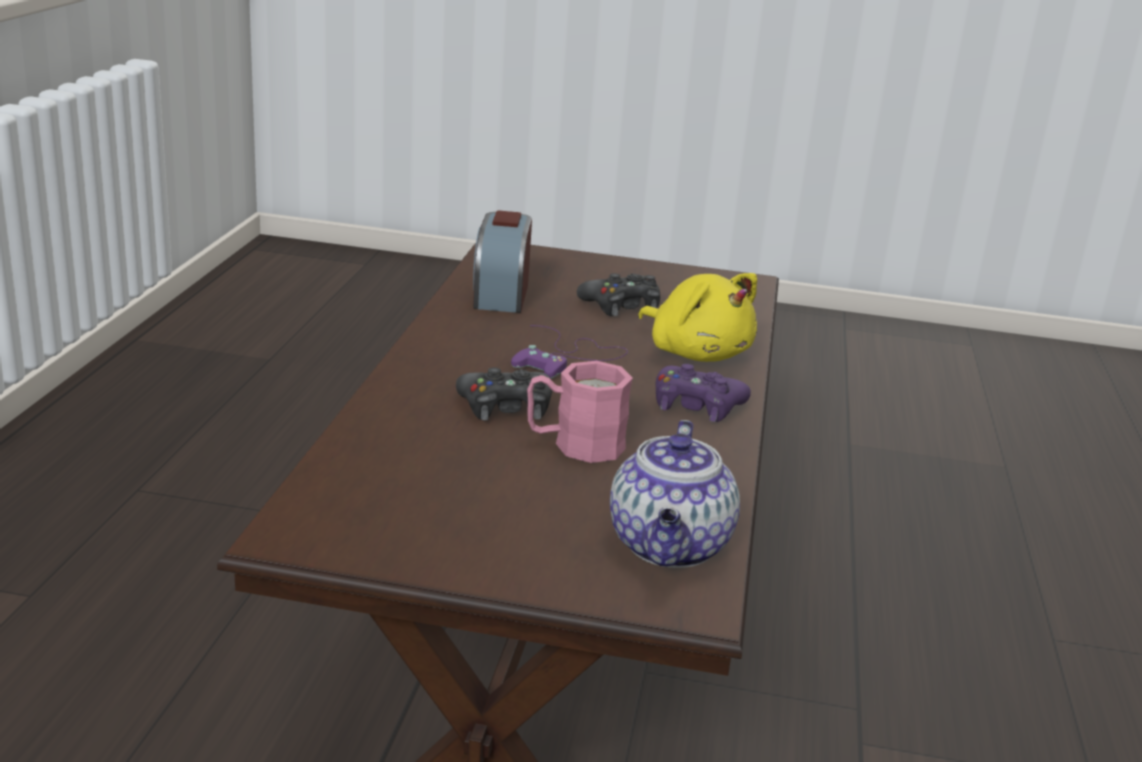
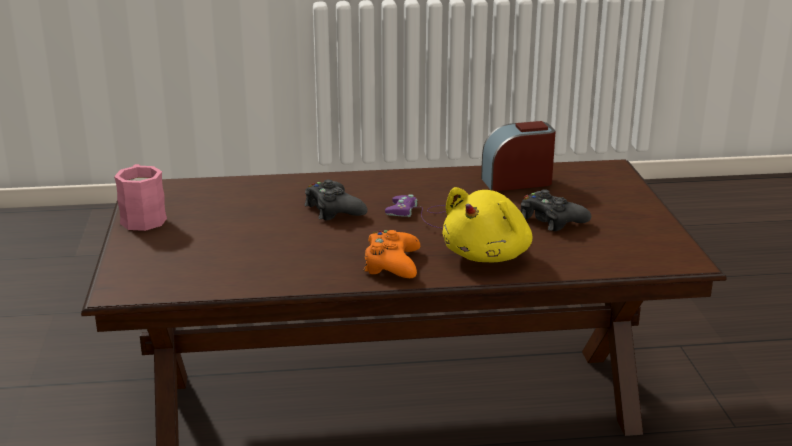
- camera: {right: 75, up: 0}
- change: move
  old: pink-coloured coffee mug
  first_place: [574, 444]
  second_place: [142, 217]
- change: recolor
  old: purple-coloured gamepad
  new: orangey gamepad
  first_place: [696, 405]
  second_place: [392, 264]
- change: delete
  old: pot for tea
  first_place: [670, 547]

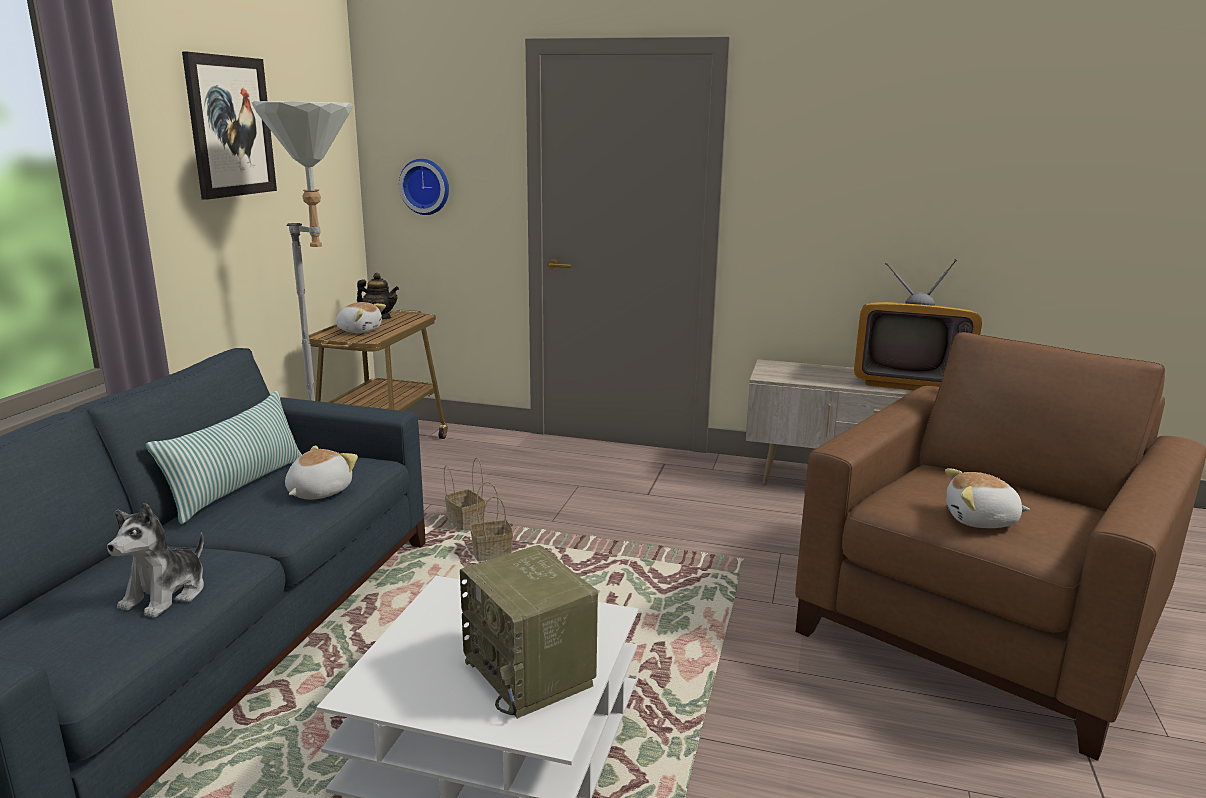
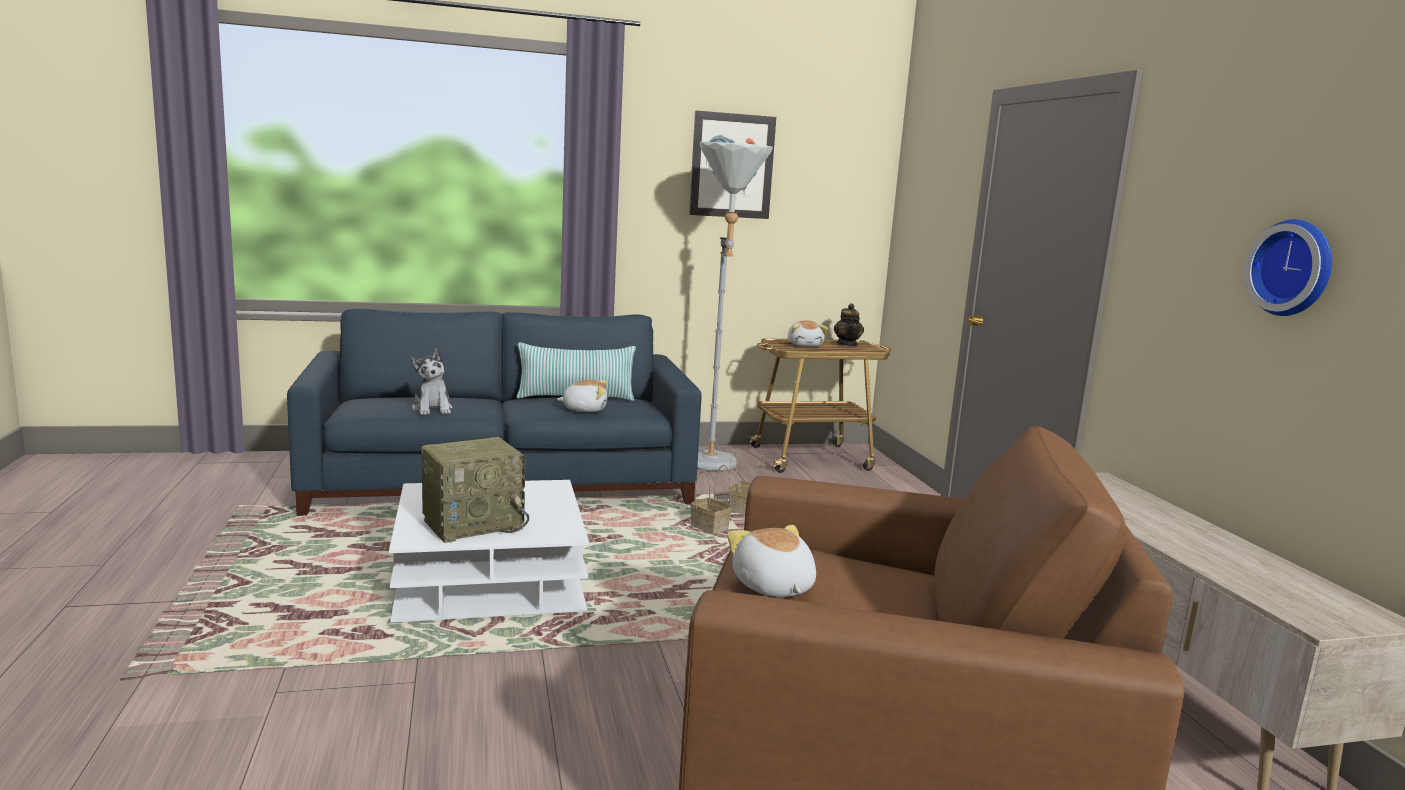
- camera: {right: 60, up: -5}
- change: move
  old: clock on the wall
  first_place: [426, 186]
  second_place: [1294, 268]
- change: delete
  old: TV set
  first_place: [909, 381]
- change: rotate
  old: plush toy
  first_place: [166, 594]
  second_place: [432, 409]
  degrees: -105
- change: rotate
  old: radio receiver
  first_place: [531, 673]
  second_place: [474, 524]
  degrees: -150

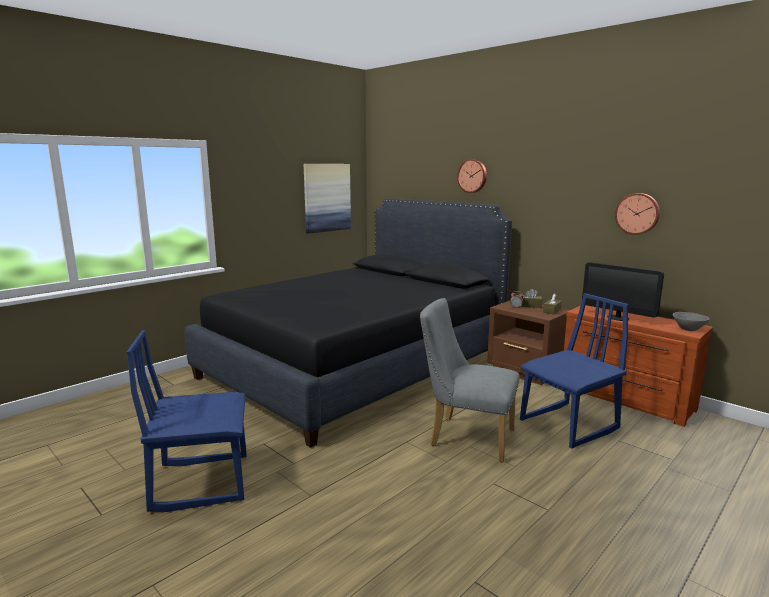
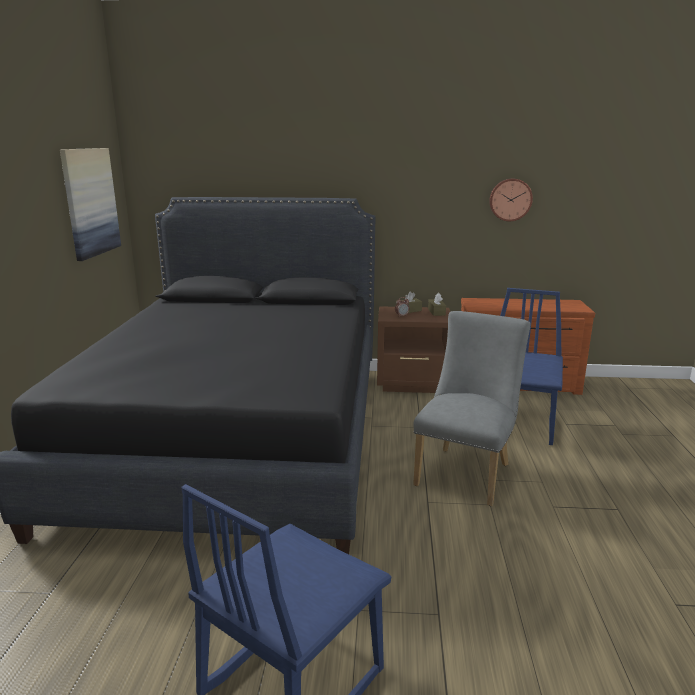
- camera: {right: -40, up: 5}
- change: delete
  old: clock on the wall
  first_place: [472, 176]
- change: delete
  old: computer screen
  first_place: [618, 318]
- change: rotate
  old: gray upright chair
  first_place: [465, 437]
  second_place: [466, 471]
  degrees: 135
- change: delete
  old: gray deep dish
  first_place: [688, 329]

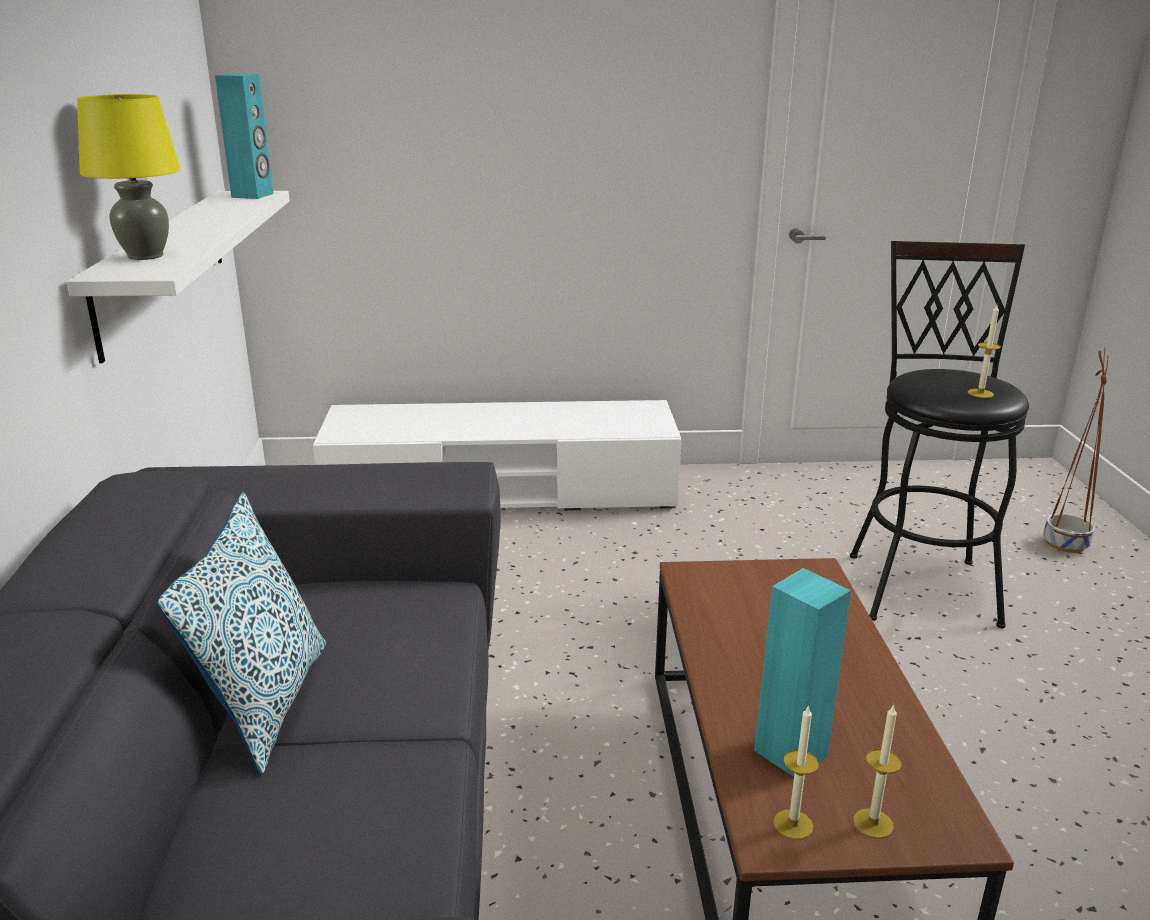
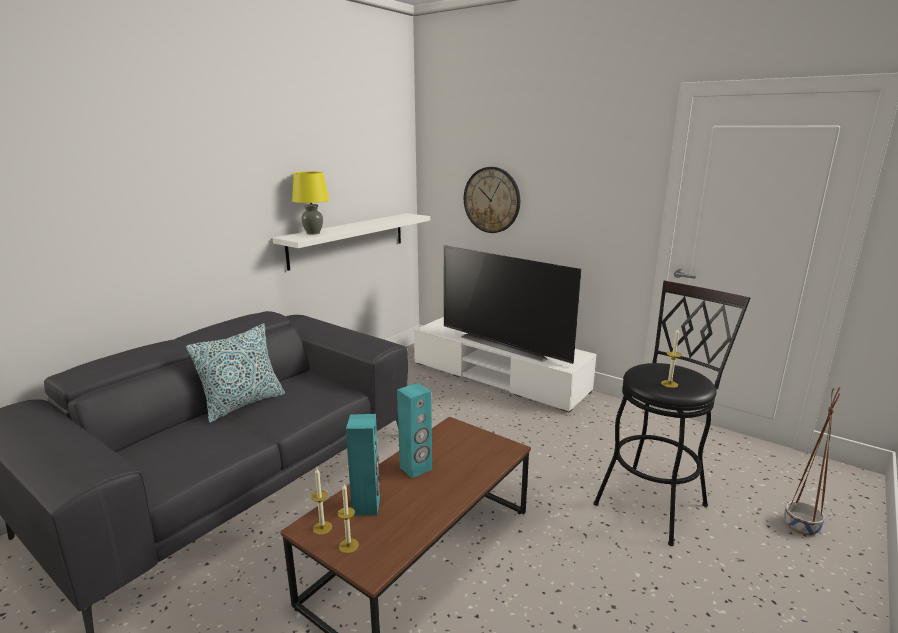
- camera: {right: 40, up: -5}
- change: move
  old: blue-green loudspeaker
  first_place: [253, 195]
  second_place: [416, 468]
- change: insert
  new: clock on the wall
  second_place: [492, 200]
- change: insert
  new: TV set
  second_place: [506, 344]

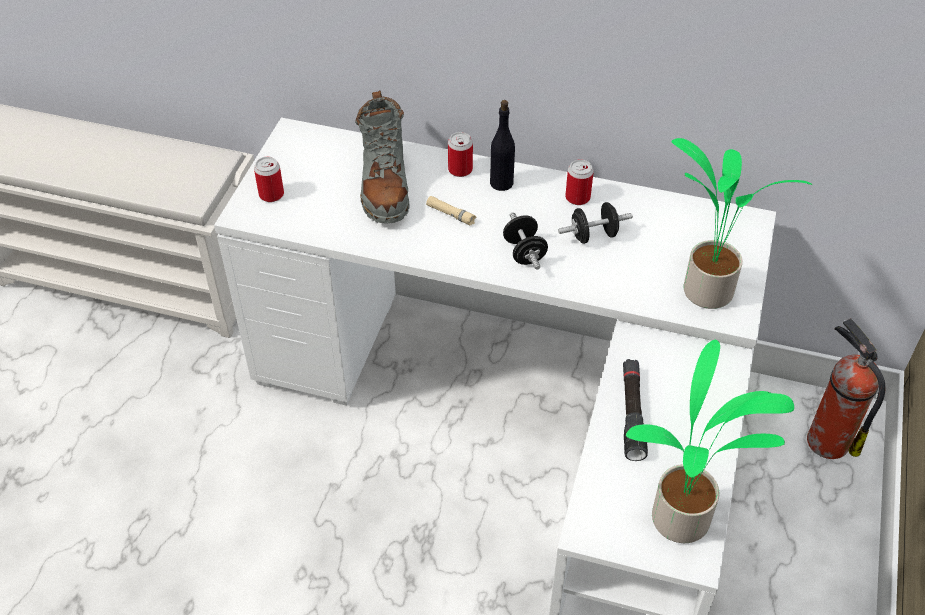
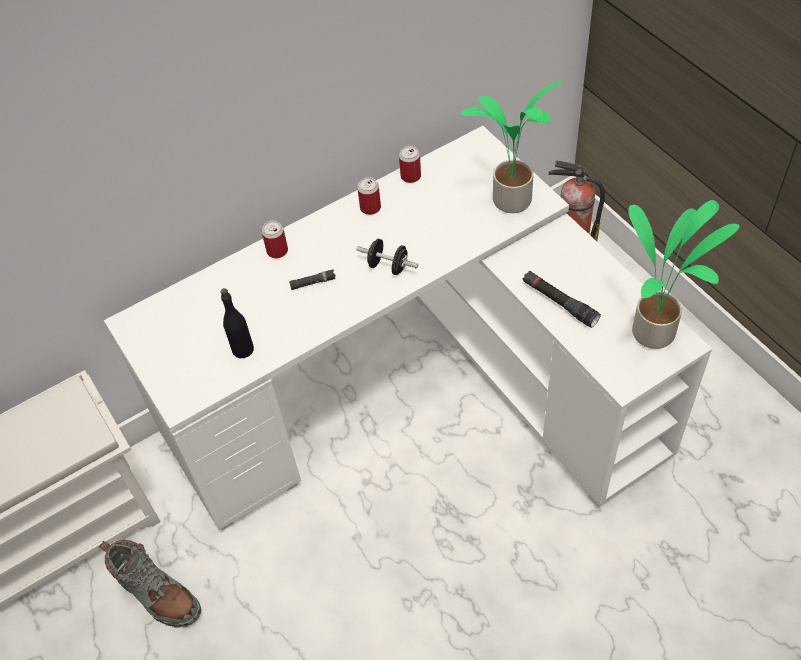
- camera: {right: -45, up: 5}
- change: move
  old: gray boot
  first_place: [384, 186]
  second_place: [158, 594]
- change: move
  old: black beverage bottle
  first_place: [501, 183]
  second_place: [242, 349]
- change: move
  old: metal can
  first_place: [271, 194]
  second_place: [410, 176]
- change: recolor
  old: beige flashlight
  new: black flashlight
  first_place: [451, 214]
  second_place: [313, 282]
- change: delete
  old: black dumbbell
  first_place: [593, 235]

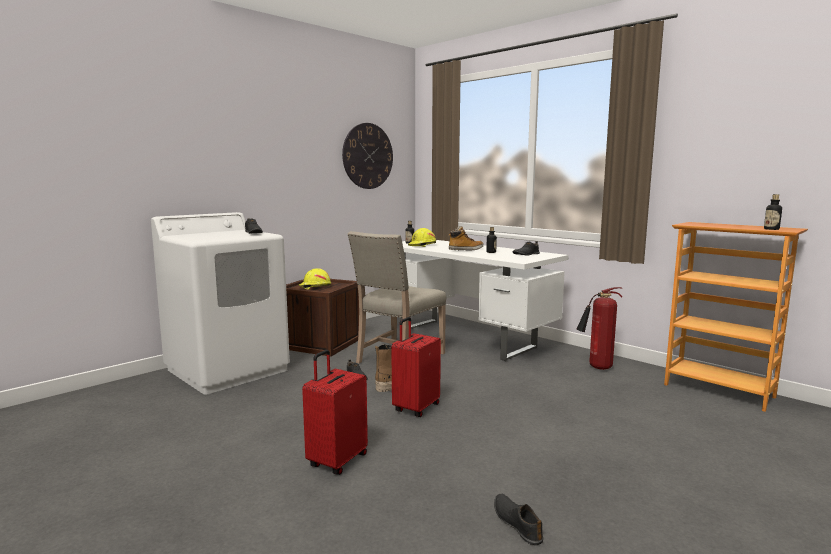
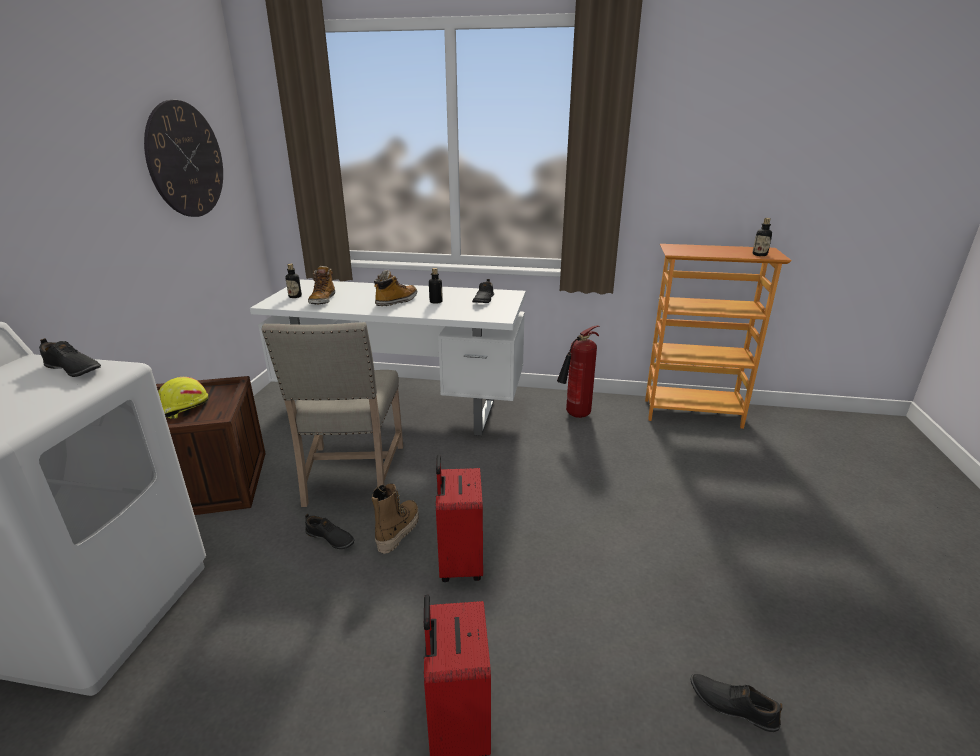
- camera: {right: -35, up: 15}
- change: replace
  old: yellow safety helmet
  new: boot
  first_place: [422, 245]
  second_place: [322, 300]

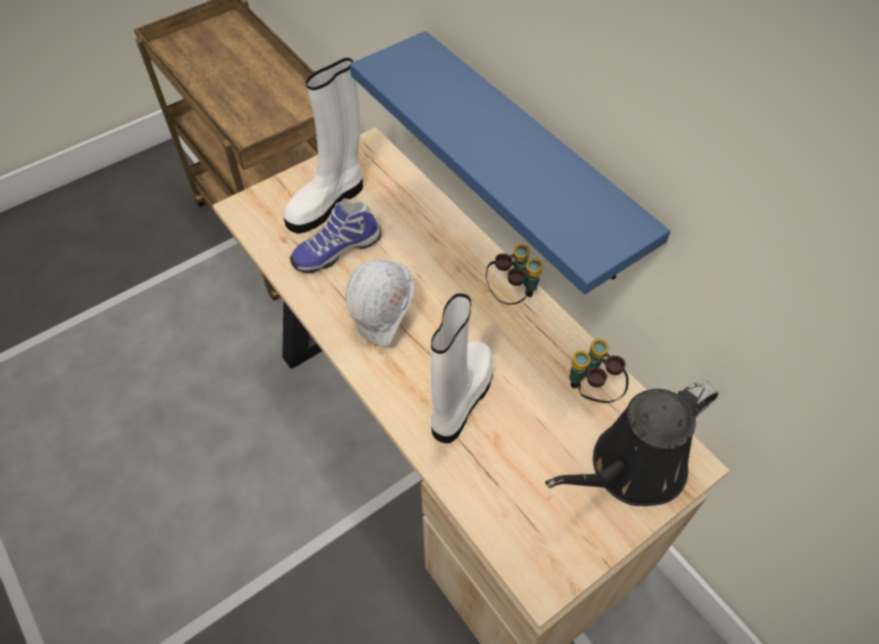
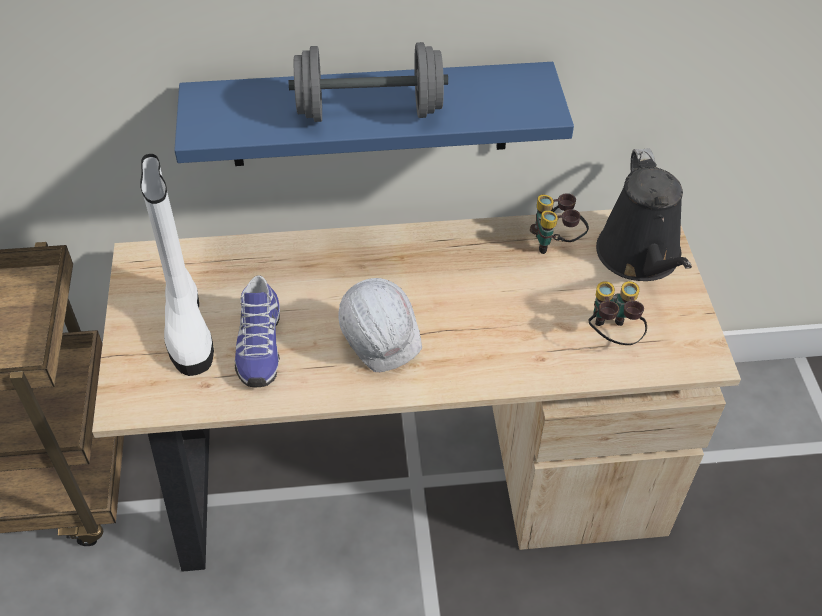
- camera: {right: -60, up: -5}
- change: move
  old: field glasses
  first_place: [512, 294]
  second_place: [611, 336]
- change: delete
  old: white-coloured boot
  first_place: [460, 398]
- change: insert
  new: gray dumbbell
  second_place: [369, 111]

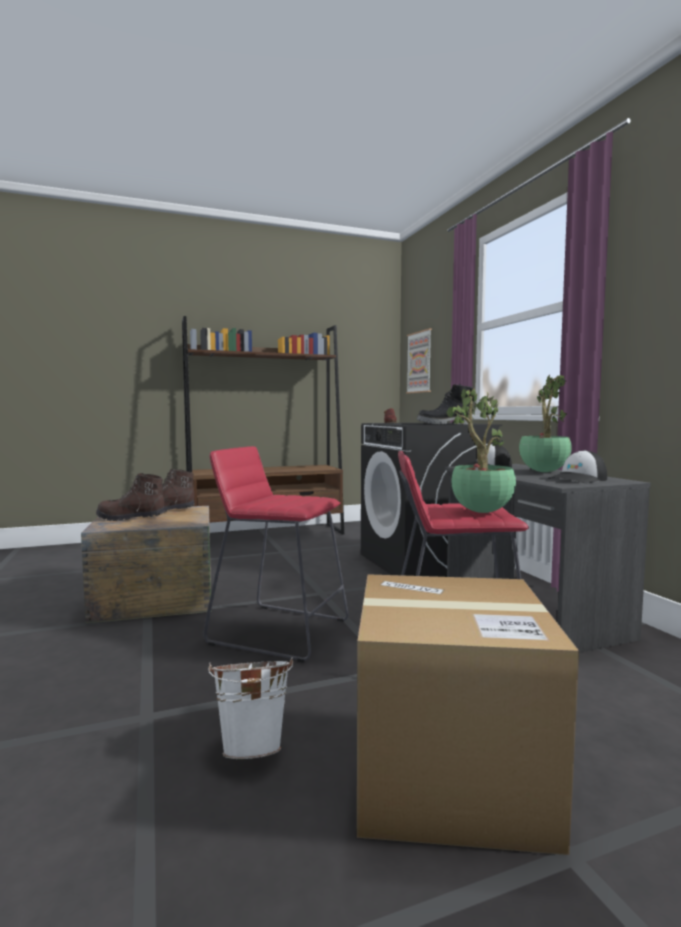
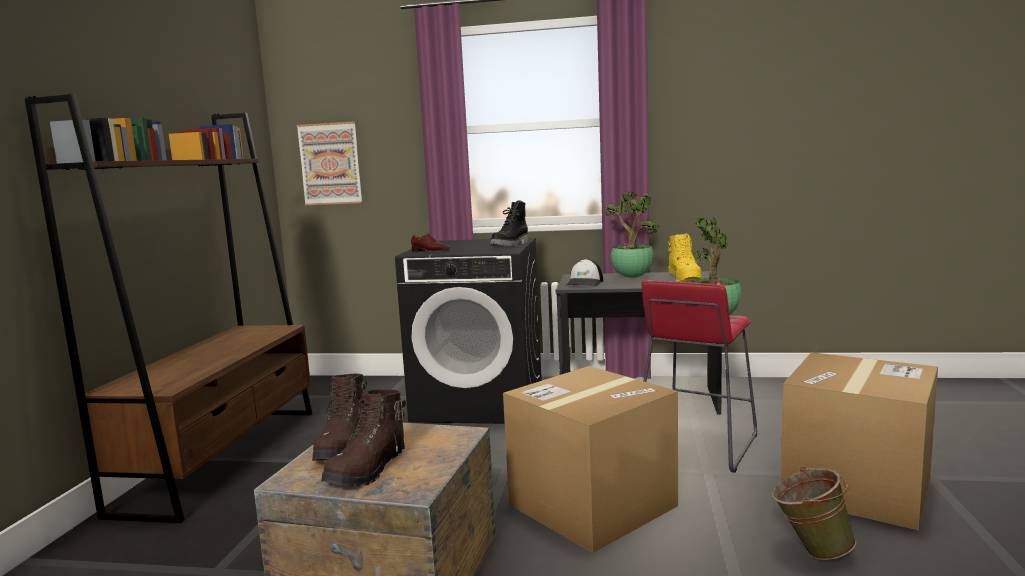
- camera: {right: -60, up: 5}
- change: replace
  old: reddish stool
  new: packing box
  first_place: [279, 631]
  second_place: [592, 505]
- change: replace
  old: peaked cap
  new: yellow boot
  first_place: [578, 479]
  second_place: [685, 278]
- change: recolor
  old: white-coloured bucket
  new: greenish bucket
  first_place: [253, 747]
  second_place: [810, 551]

